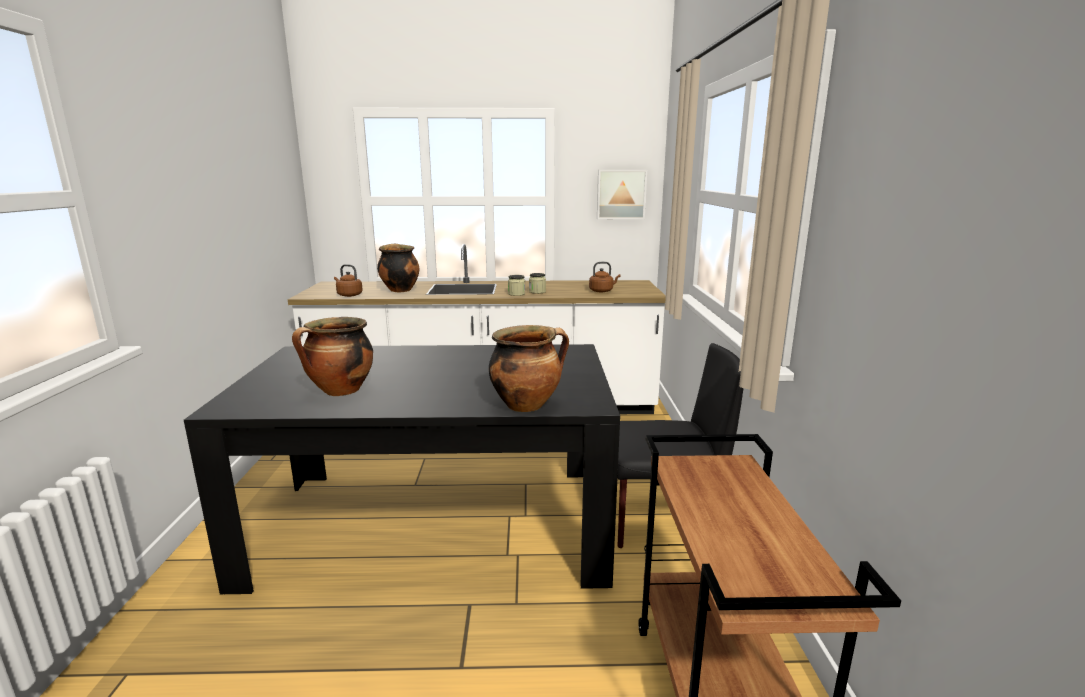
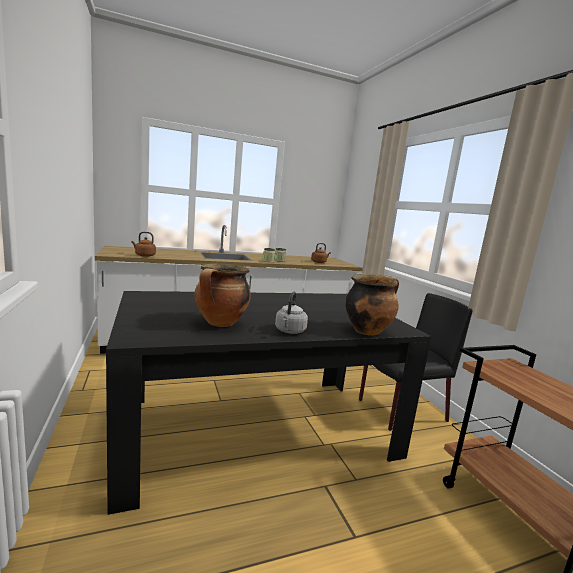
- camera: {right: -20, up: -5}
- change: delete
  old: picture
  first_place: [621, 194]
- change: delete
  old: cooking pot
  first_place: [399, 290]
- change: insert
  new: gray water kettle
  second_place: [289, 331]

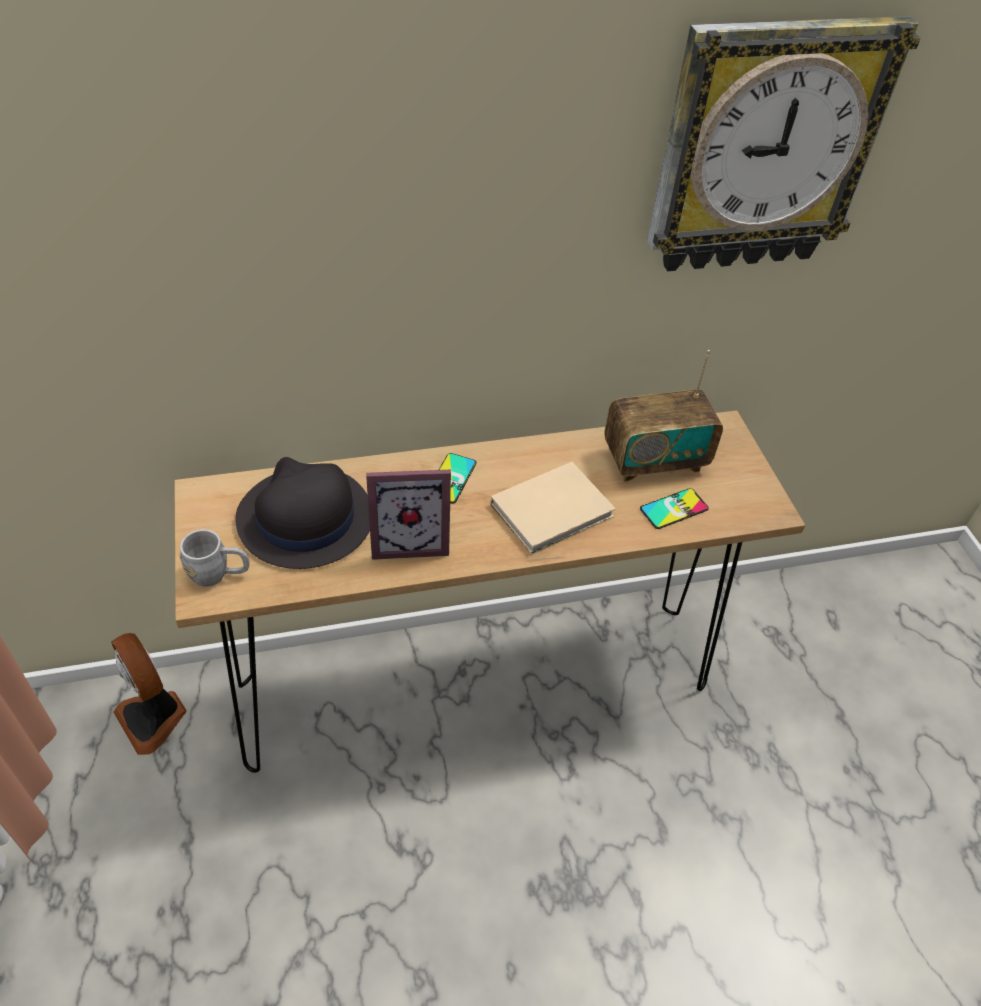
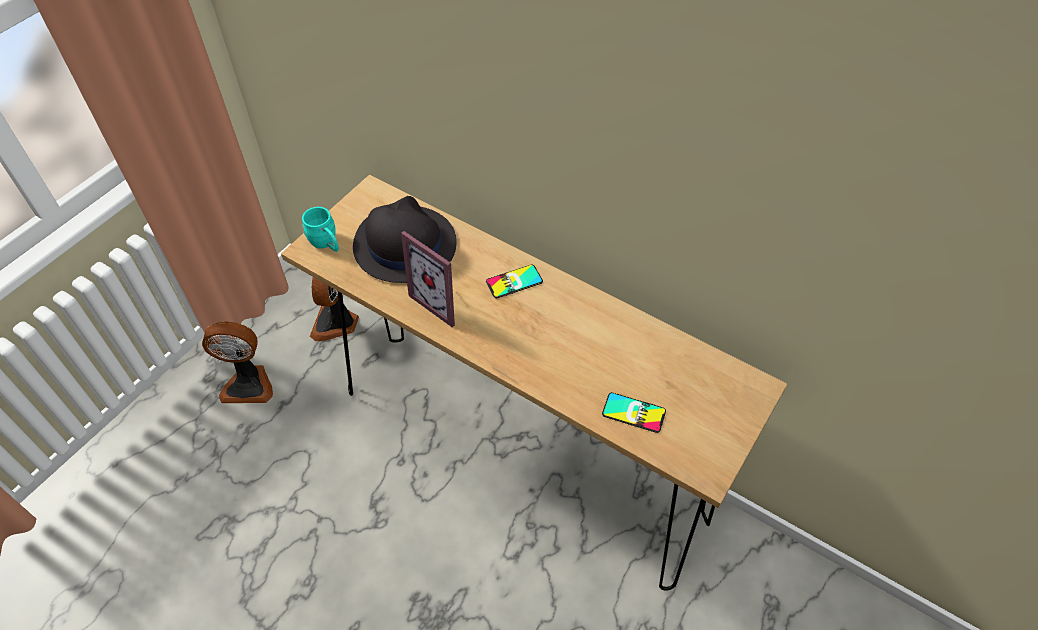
- camera: {right: 50, up: 5}
- change: delete
  old: clock on the wall
  first_place: [764, 149]
- change: delete
  old: radio receiver
  first_place: [654, 460]
- change: delete
  old: beige book
  first_place: [555, 510]
- change: recolor
  old: gray coffee mug
  new: blue-green coffee mug
  first_place: [219, 574]
  second_place: [326, 244]
- change: insert
  new: electric fan
  second_place: [248, 384]

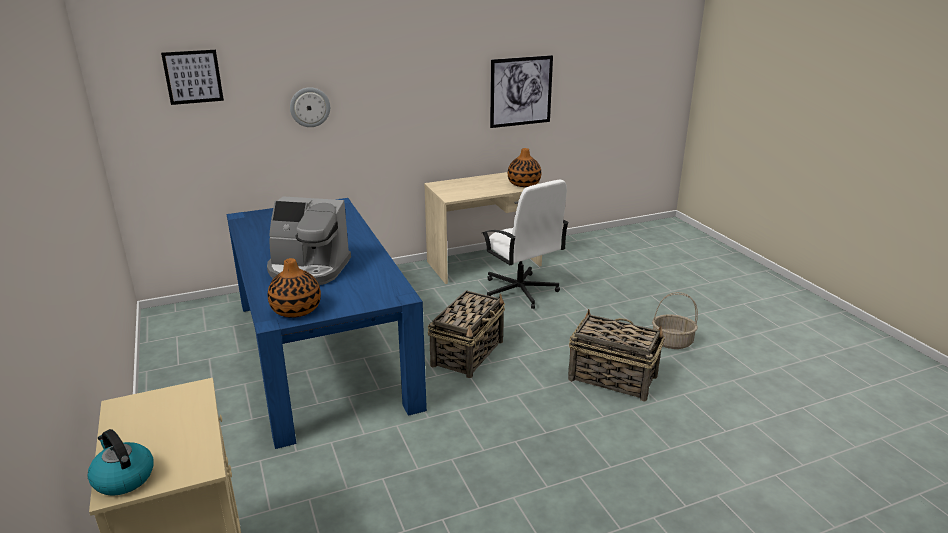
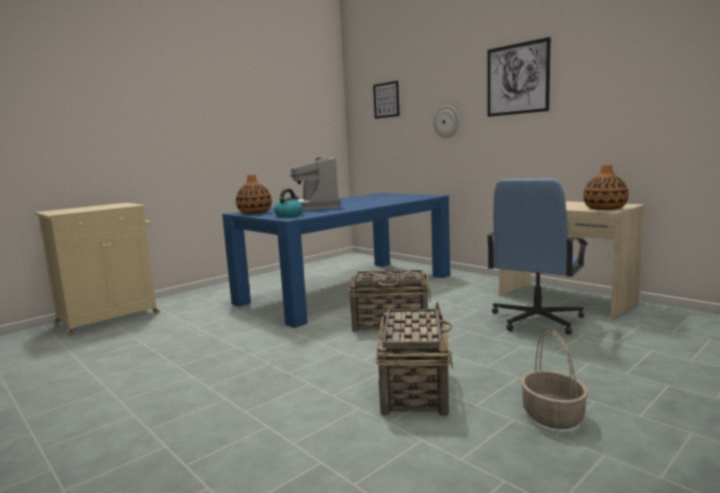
- camera: {right: 70, up: -15}
- change: move
  old: picture
  first_place: [521, 91]
  second_place: [517, 79]
- change: recolor
  old: white-coloured office chair
  new: bluish office chair
  first_place: [520, 291]
  second_place: [536, 320]
- change: move
  old: water kettle
  first_place: [123, 478]
  second_place: [289, 215]

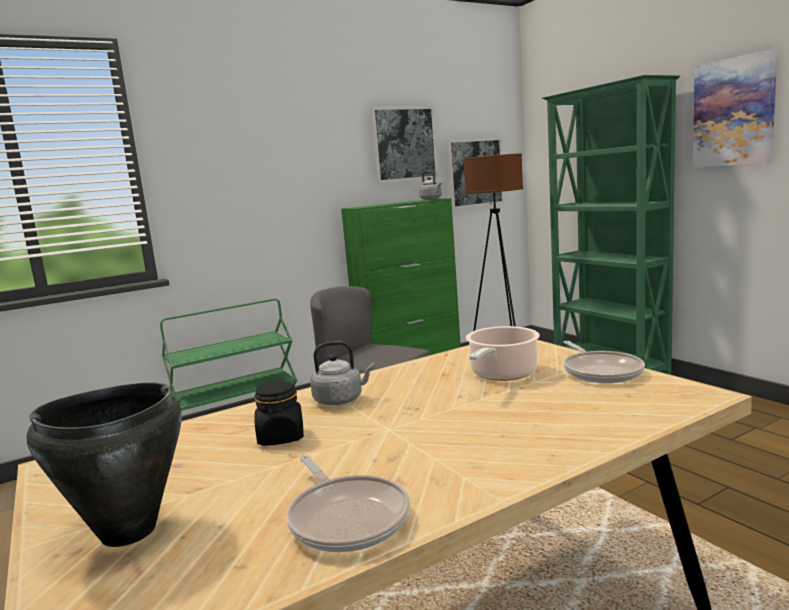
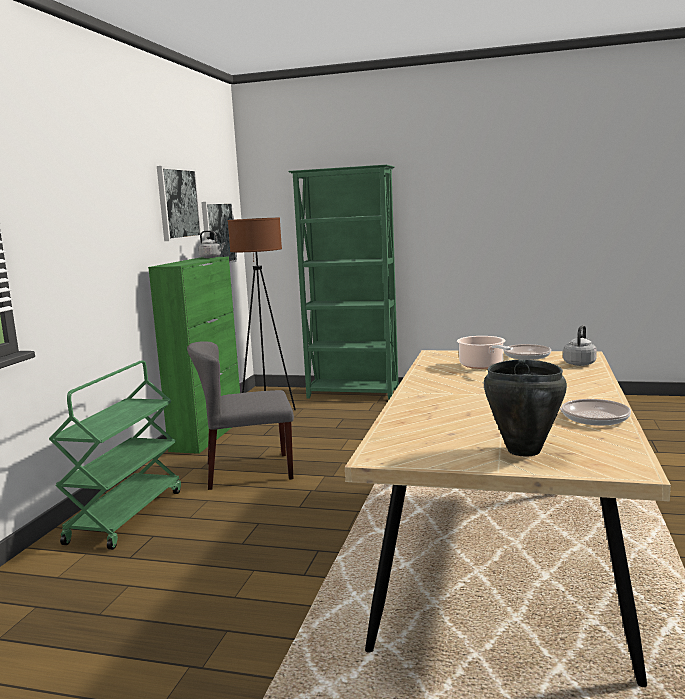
- camera: {right: -45, up: 0}
- change: delete
  old: picture
  first_place: [733, 112]
- change: move
  old: gray water kettle
  first_place: [341, 400]
  second_place: [580, 363]
- change: delete
  old: black preserve jar
  first_place: [281, 437]

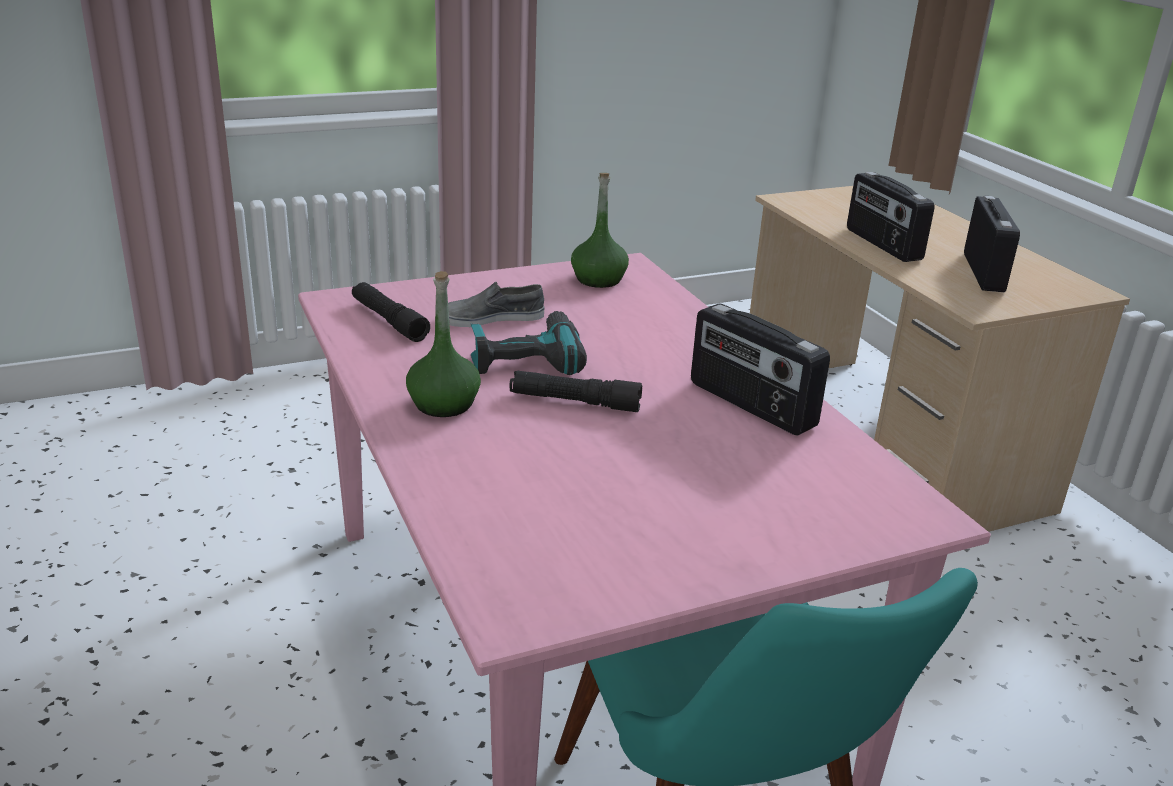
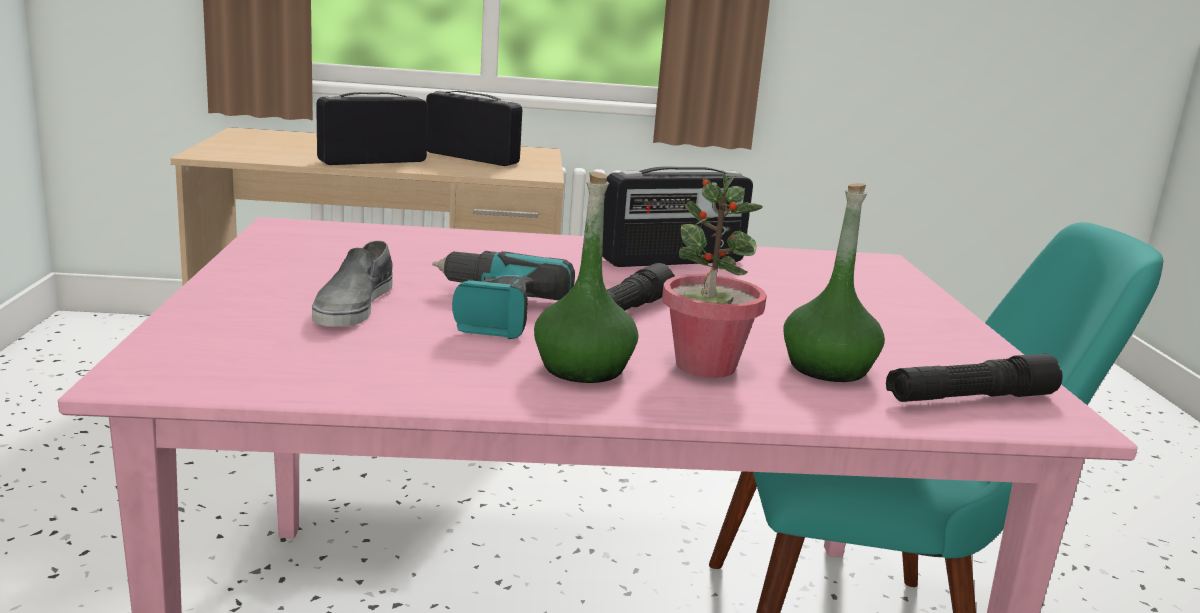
- camera: {right: -70, up: -10}
- change: rotate
  old: radio receiver
  first_place: [882, 244]
  second_place: [372, 161]
  degrees: 150
- change: move
  old: greenish beverage bottle
  first_place: [598, 279]
  second_place: [827, 368]
- change: move
  old: black flashlight
  first_place: [389, 321]
  second_place: [969, 398]
- change: insert
  new: houseplant
  second_place: [705, 366]

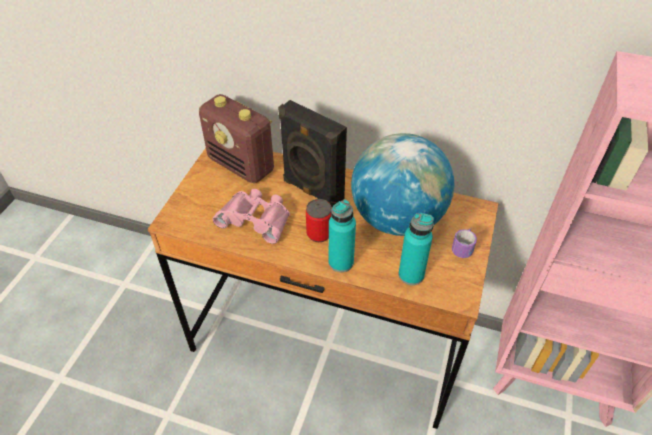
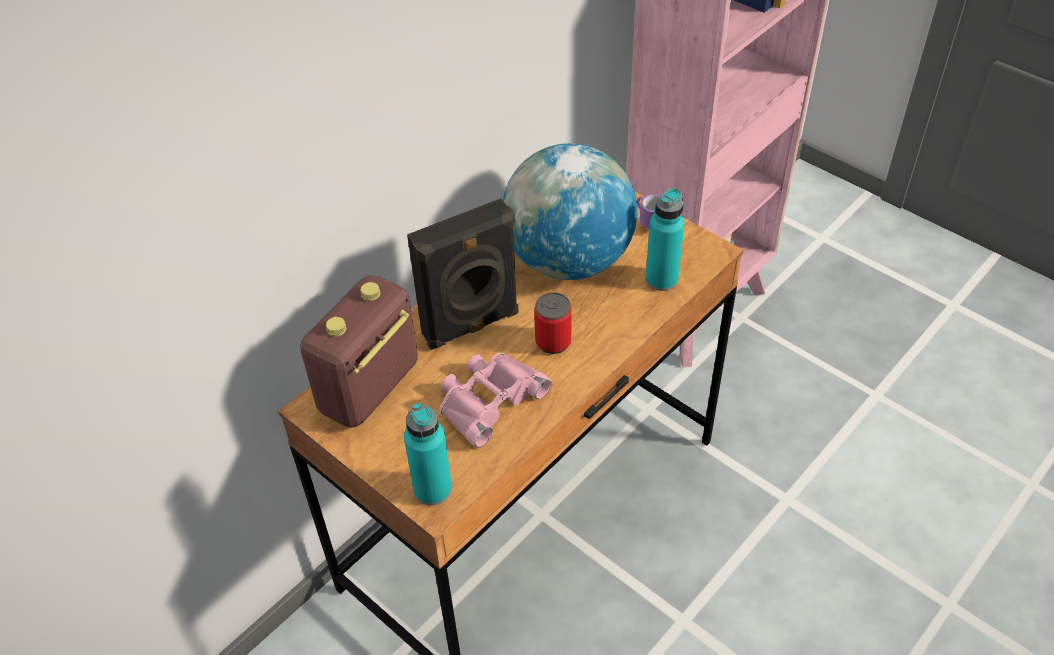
- camera: {right: -65, up: 0}
- change: rotate
  old: radio receiver
  first_place: [242, 165]
  second_place: [369, 389]
  degrees: 150
- change: move
  old: blue-green beverage bottle
  first_place: [341, 262]
  second_place: [433, 489]

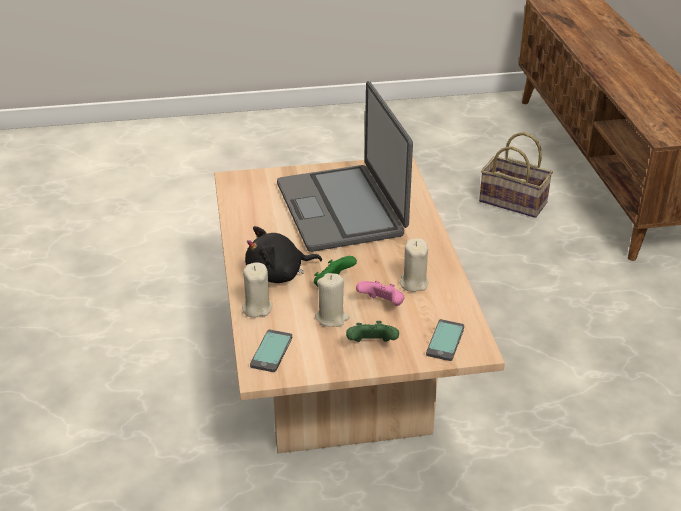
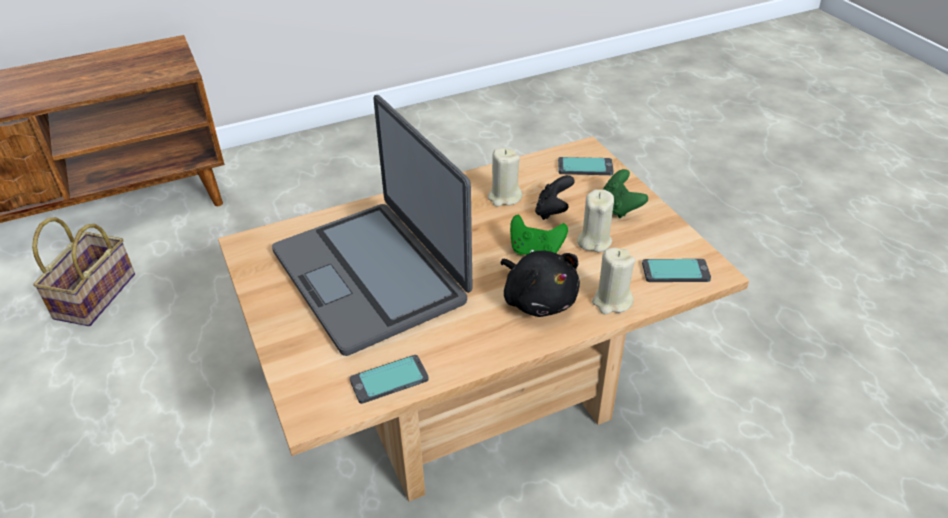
- camera: {right: -105, up: 5}
- change: rotate
  old: laptop
  first_place: [342, 209]
  second_place: [371, 275]
  degrees: 90
- change: recolor
  old: pink-coloured gamepad
  new: black gamepad
  first_place: [382, 305]
  second_place: [553, 211]
- change: insert
  new: phone
  second_place: [389, 380]

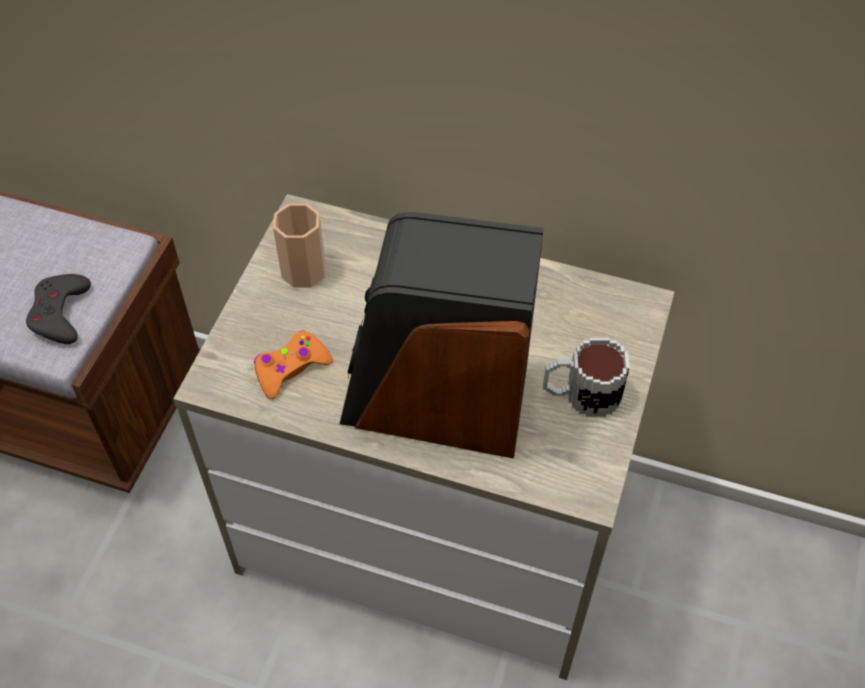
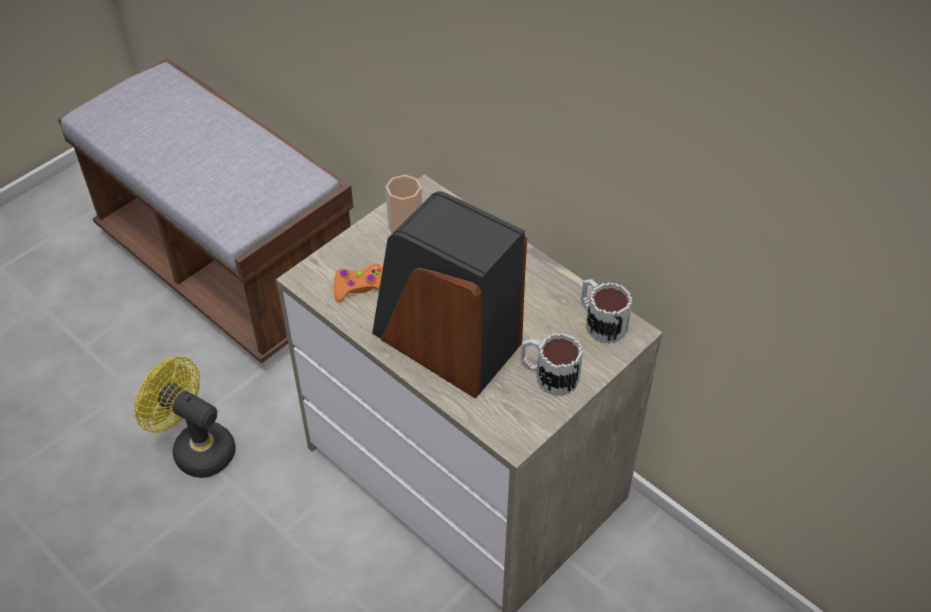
- camera: {right: 25, up: -5}
- change: delete
  old: gray gamepad
  first_place: [60, 313]
- change: insert
  new: coffee mug
  second_place: [600, 322]
- change: insert
  new: yellow electric fan
  second_place: [196, 448]

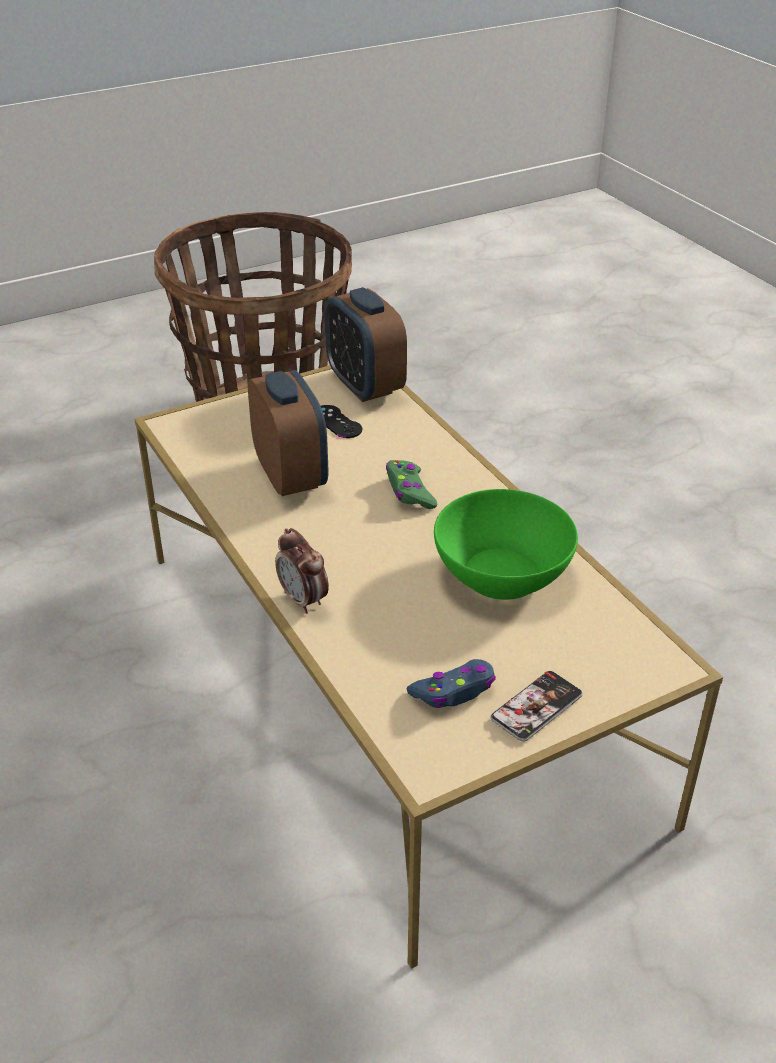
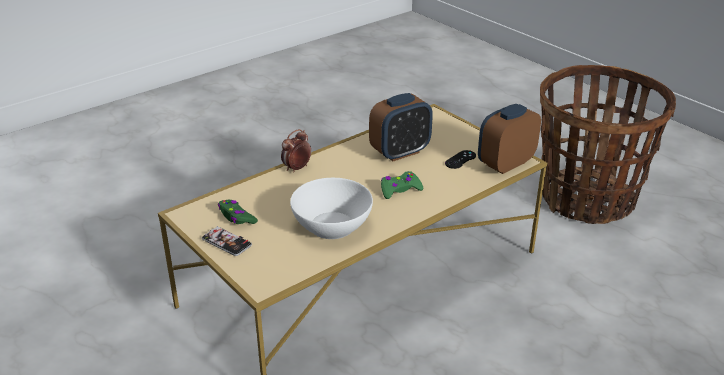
- camera: {right: 80, up: -5}
- change: recolor
  old: greenish deep dish
  new: white-coloured deep dish
  first_place: [503, 574]
  second_place: [332, 226]
- change: recolor
  old: bluish gamepad
  new: greenish gamepad
  first_place: [454, 691]
  second_place: [236, 217]

